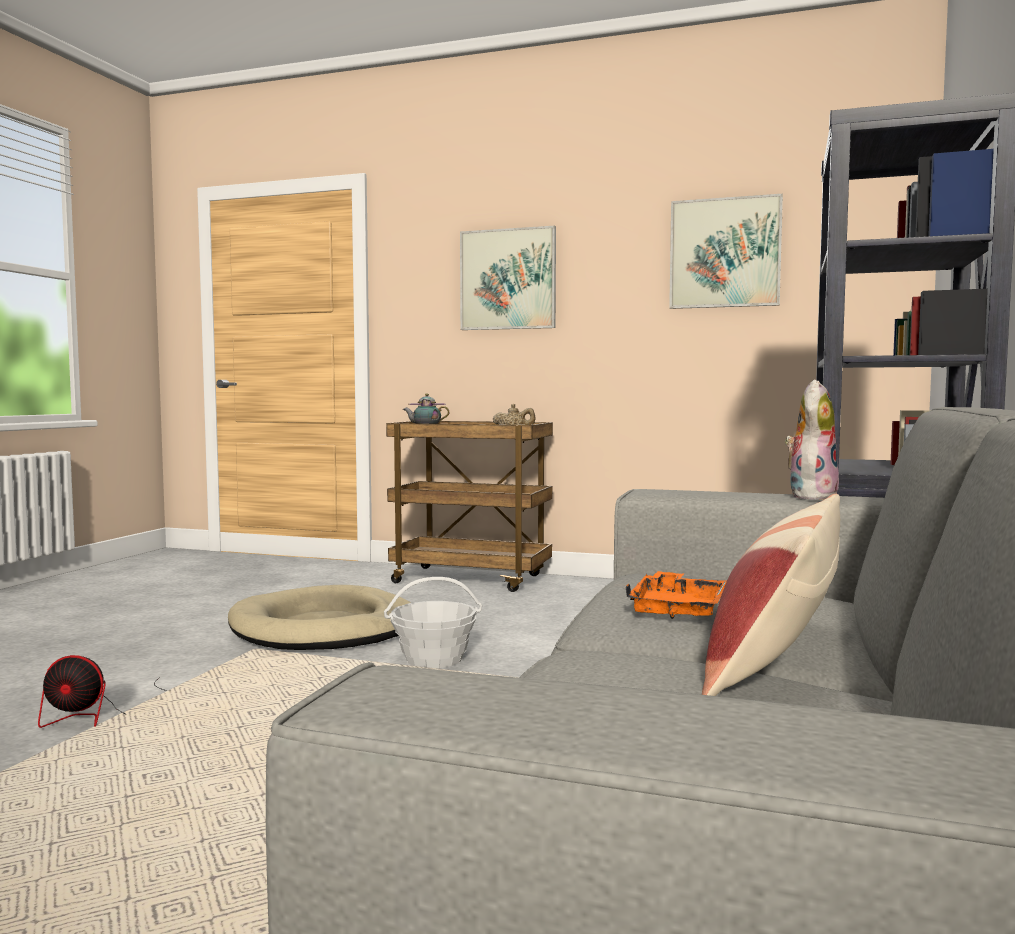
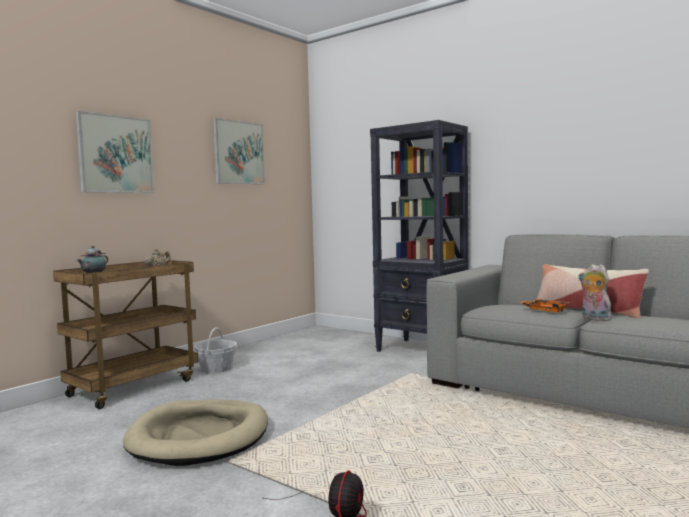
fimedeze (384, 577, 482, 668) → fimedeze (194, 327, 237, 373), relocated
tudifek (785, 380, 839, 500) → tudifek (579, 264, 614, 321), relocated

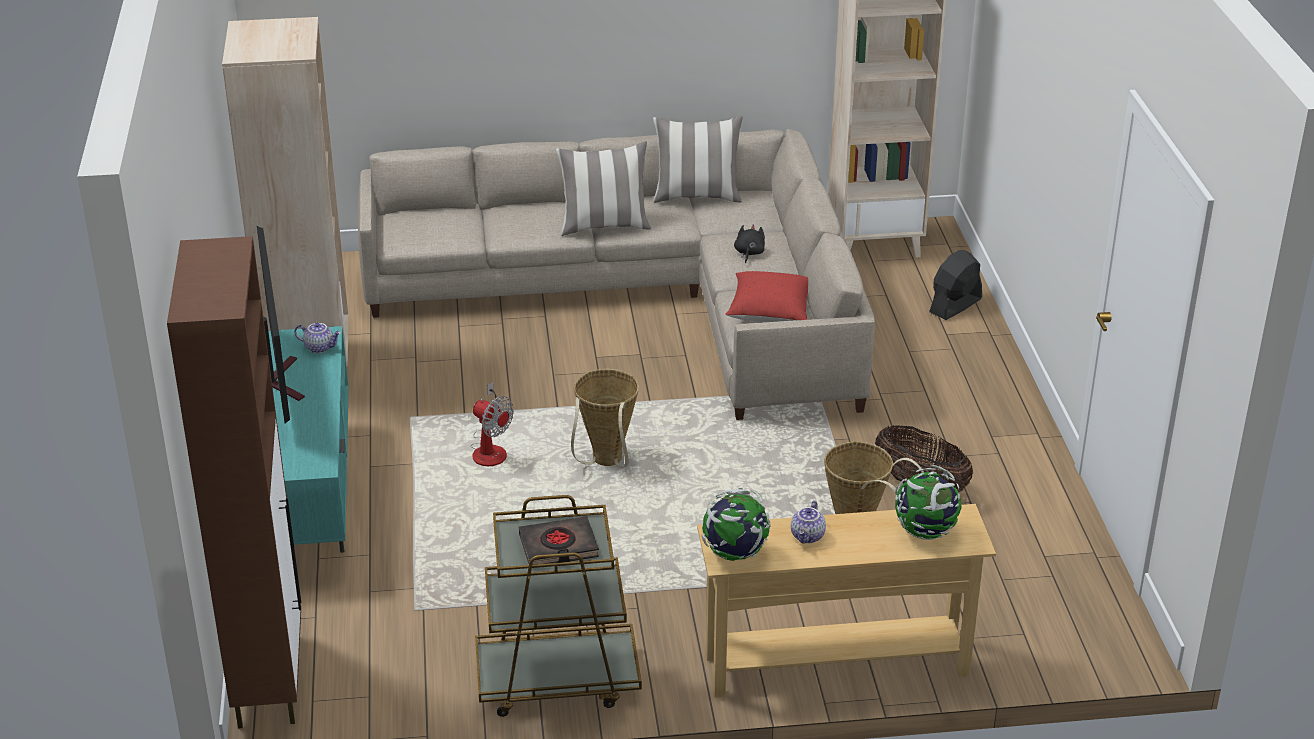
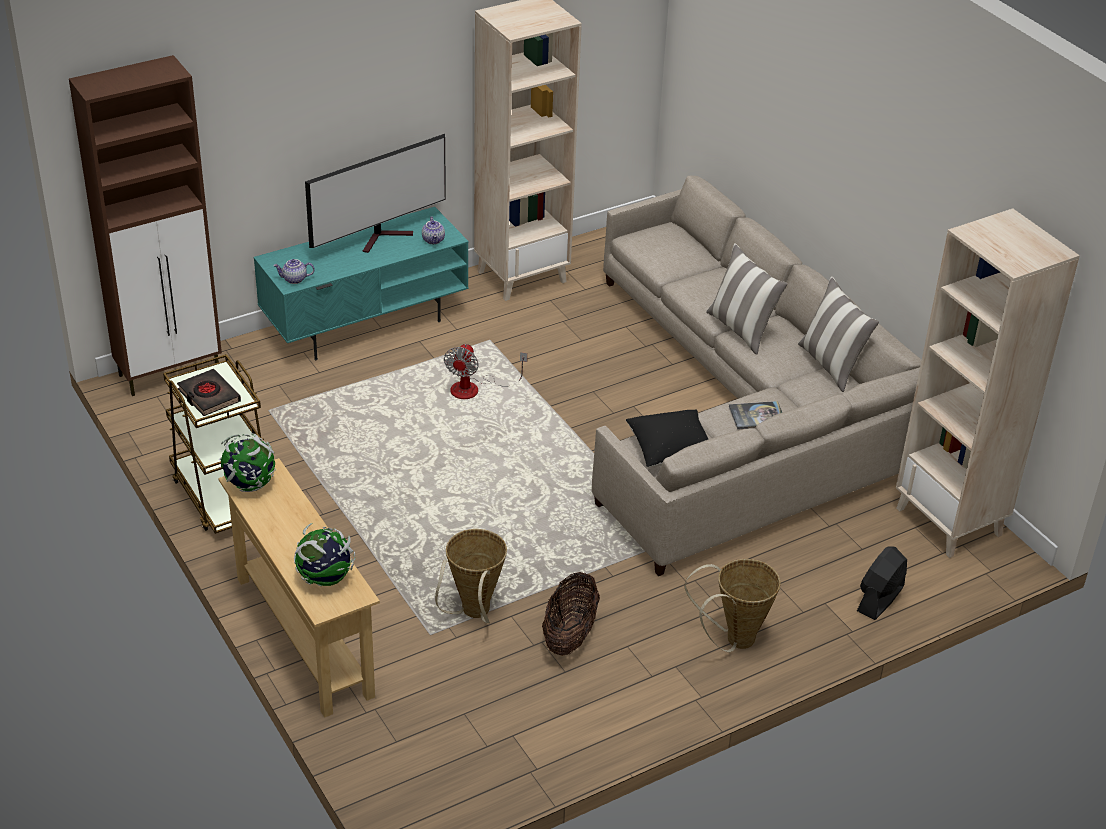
fimedeze (571, 369, 639, 468) → fimedeze (684, 559, 781, 652), relocated
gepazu (791, 501, 826, 544) → gepazu (273, 259, 315, 284), relocated
tudifek (black) (734, 224, 765, 263) → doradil (729, 401, 782, 429)
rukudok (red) (725, 271, 808, 322) → rukudok (black) (626, 409, 708, 467)
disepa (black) (929, 250, 982, 320) → disepa (black) (857, 546, 907, 620), 75 degrees counterclockwise

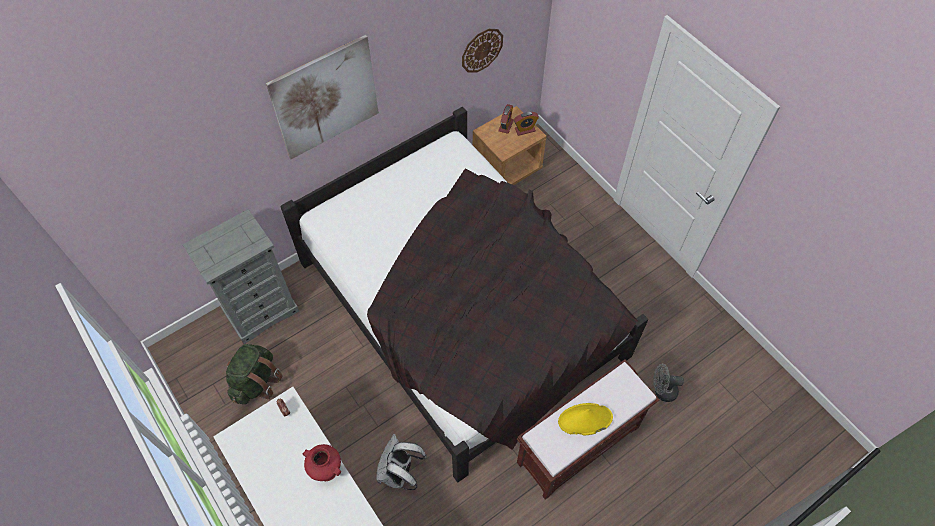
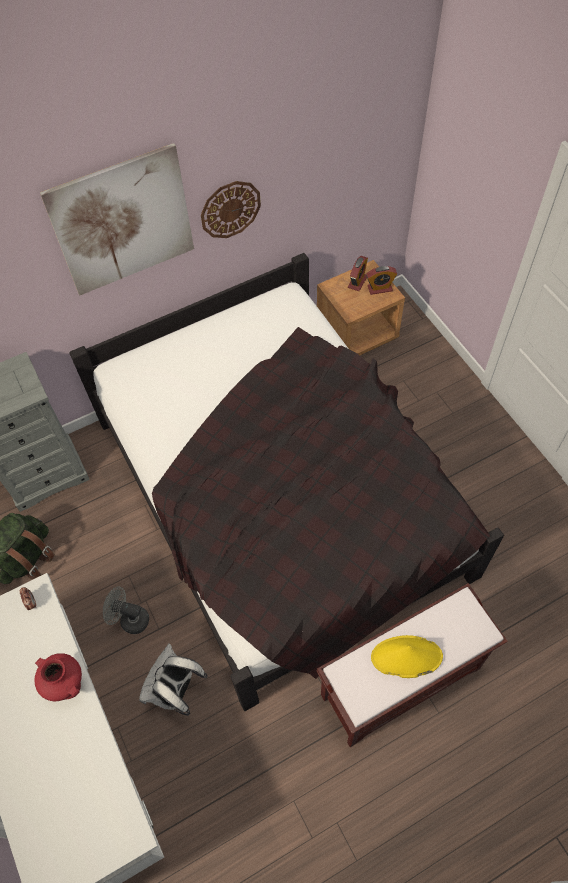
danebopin (462, 29, 503, 73) → danebopin (201, 181, 261, 238), relocated
disepa (grey) (653, 364, 684, 402) → disepa (grey) (103, 586, 149, 634), relocated

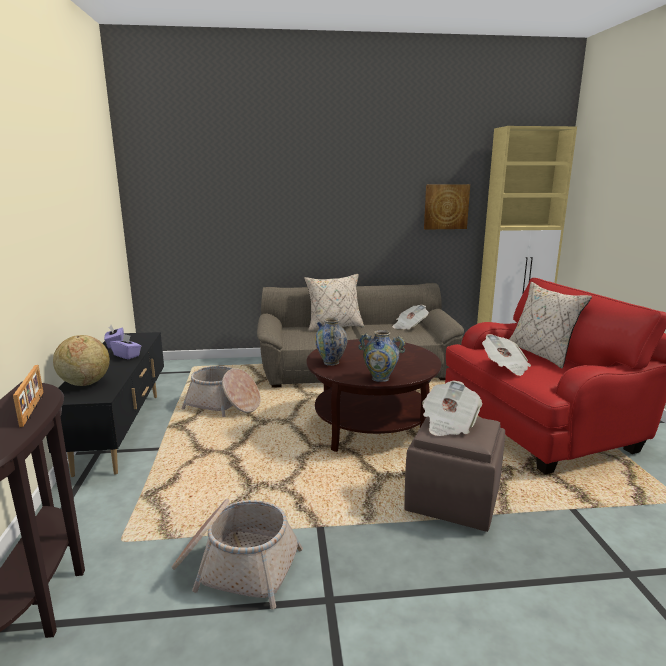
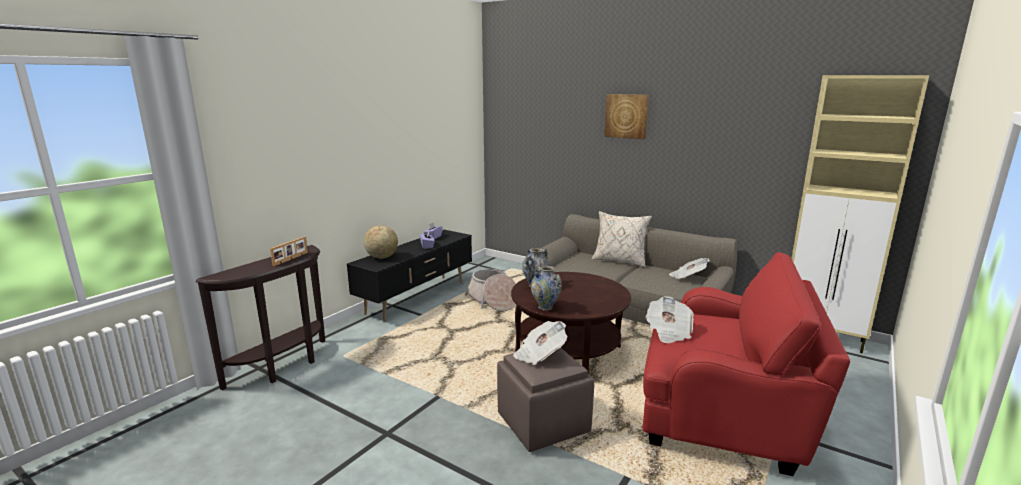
fimedeze (172, 499, 303, 609) → -
rukudok (beige) (508, 282, 592, 369) → -
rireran (424, 184, 470, 230) → rireran (604, 94, 649, 139), relocated

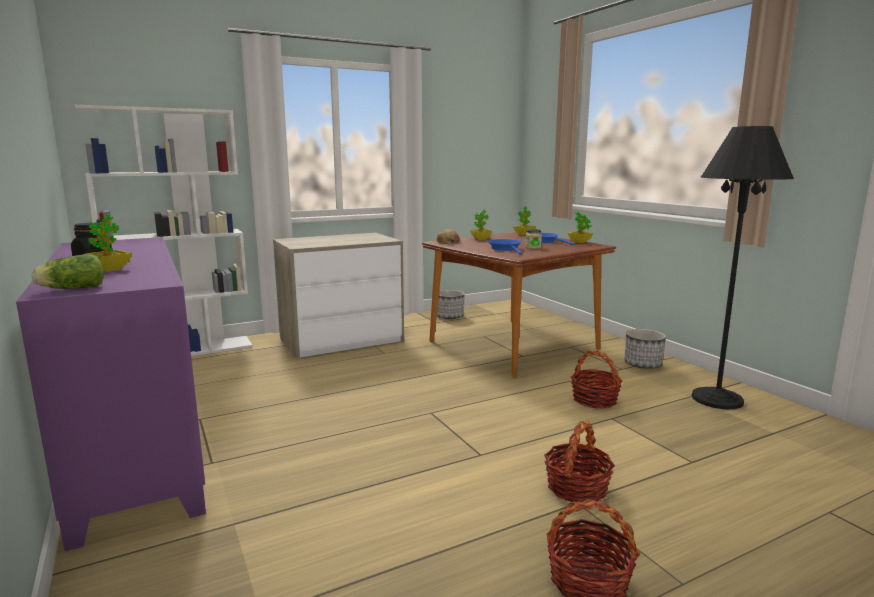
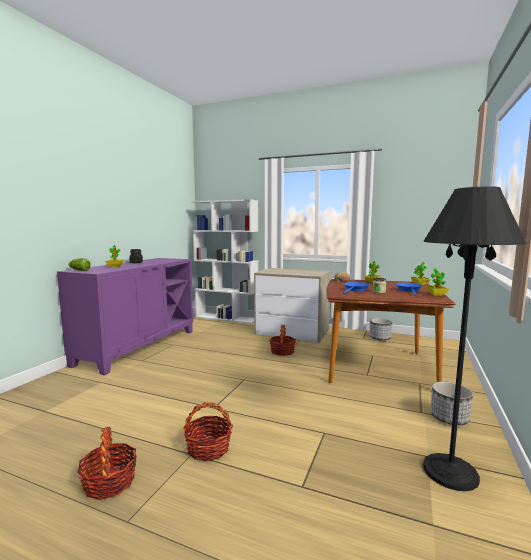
fimedeze (571, 350, 623, 408) → fimedeze (269, 324, 296, 356), relocated

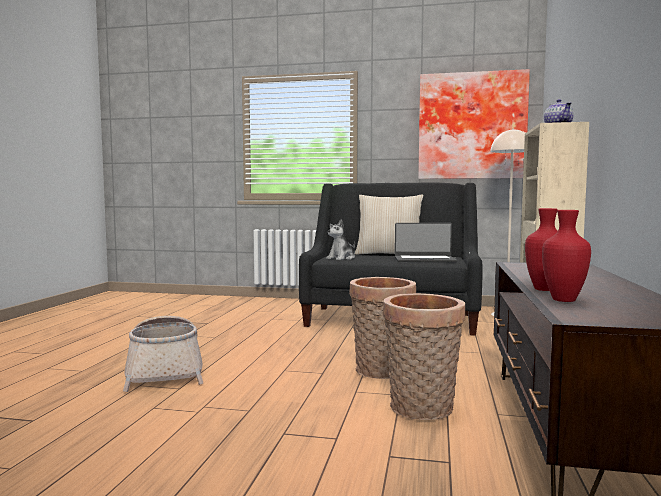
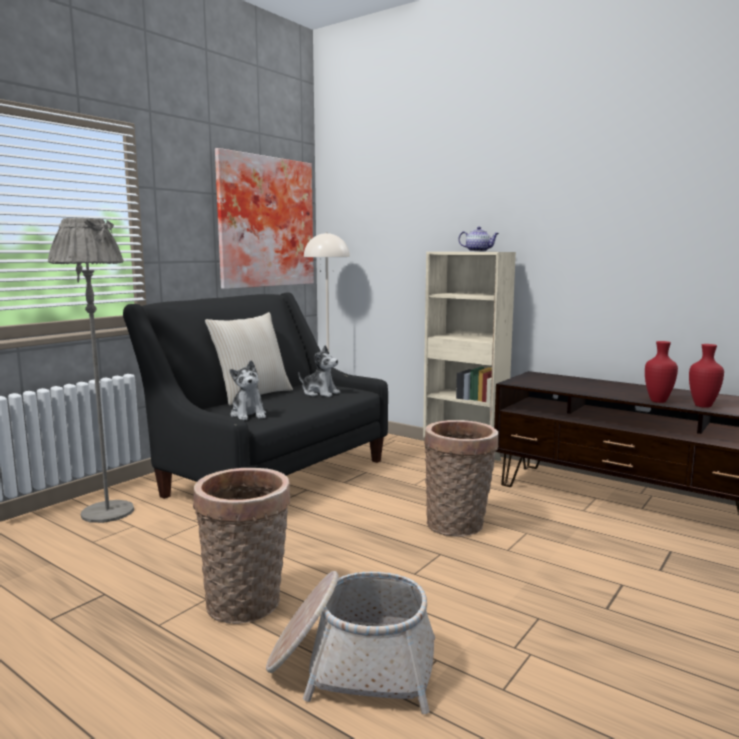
- → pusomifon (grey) (48, 218, 134, 523)
fimedeze (383, 293, 465, 420) → fimedeze (193, 468, 290, 624), relocated
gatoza (395, 223, 458, 262) → tudifek (298, 345, 340, 397)

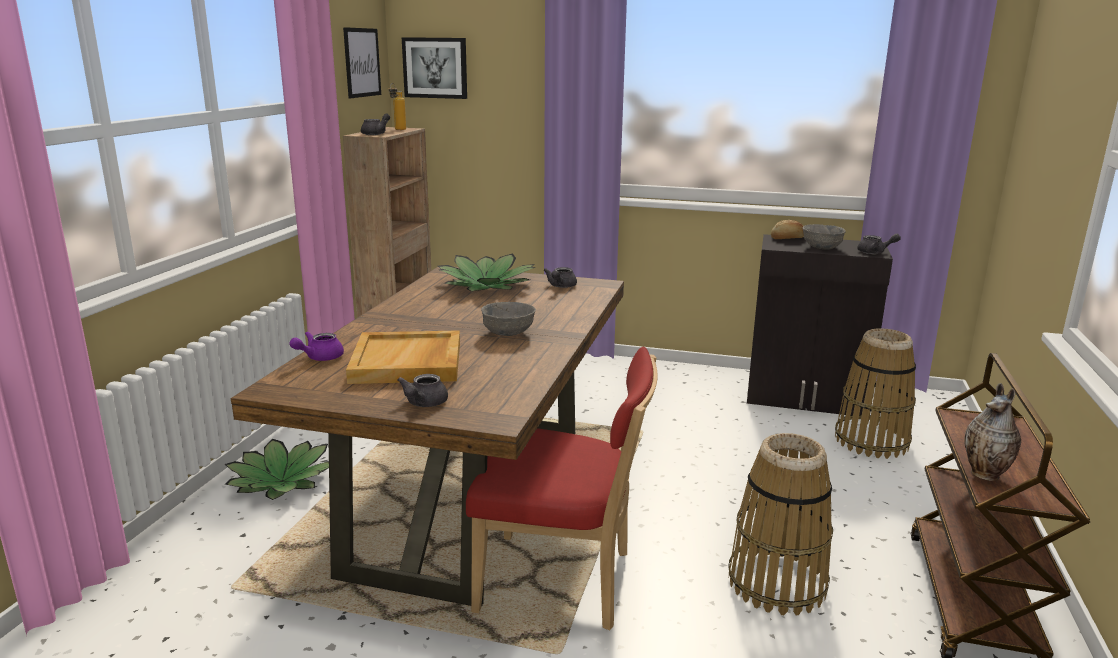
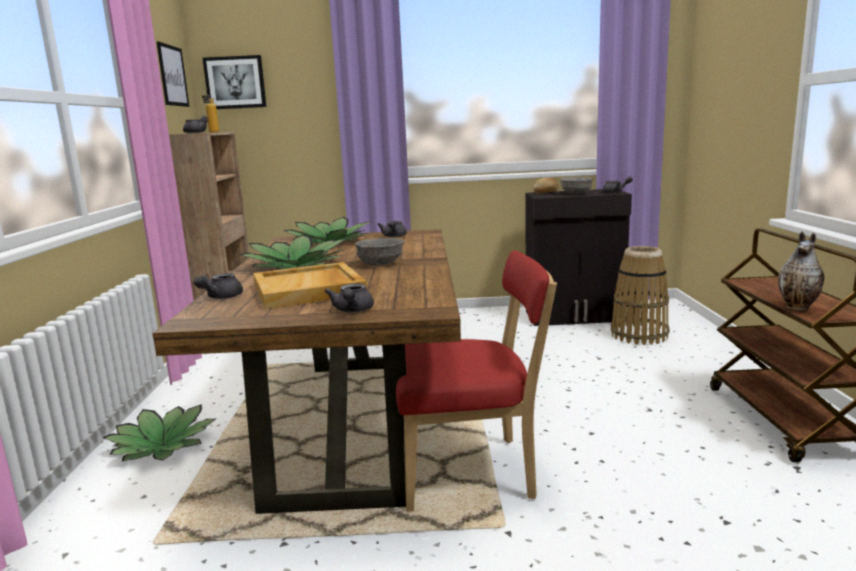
fimedeze (728, 433, 833, 616) → -
- → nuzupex (239, 234, 346, 270)
gepazu (purple) (290, 332, 344, 361) → gepazu (grey) (193, 273, 243, 299)

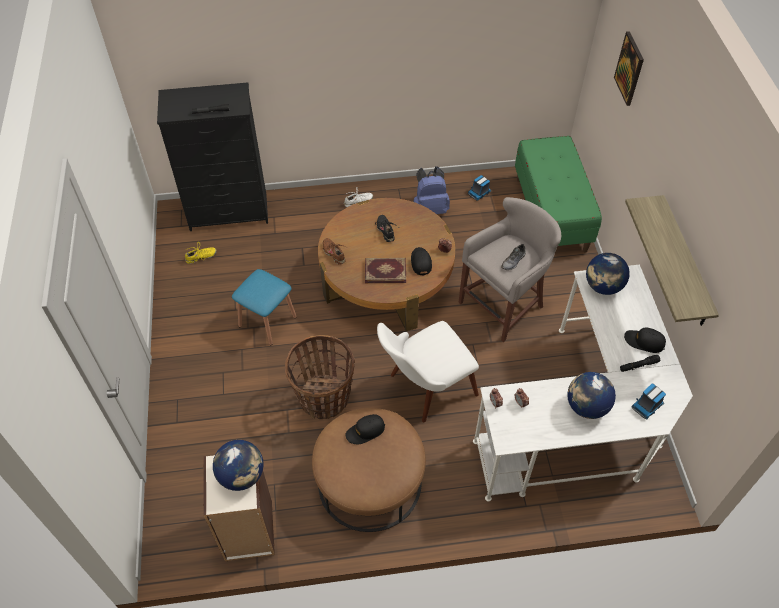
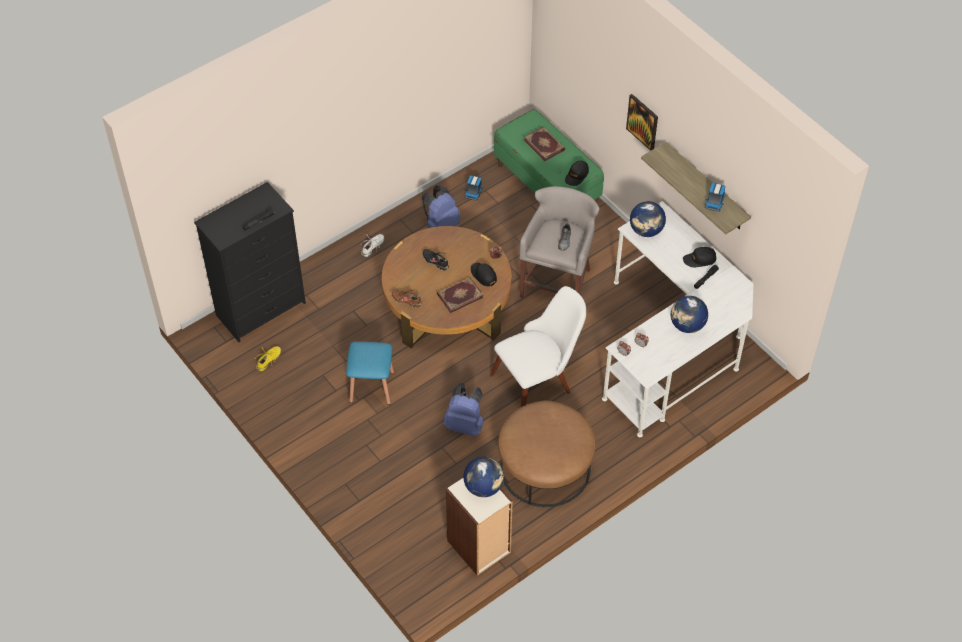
- → doradil (524, 127, 565, 161)
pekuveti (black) (345, 414, 385, 444) → pekuveti (black) (565, 160, 589, 186), relocated
rireran (614, 31, 644, 106) → rireran (626, 94, 658, 151), relocated
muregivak (632, 384, 666, 419) → muregivak (705, 183, 726, 211), relocated
fimedeze (285, 335, 355, 419) → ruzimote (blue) (444, 383, 483, 436)
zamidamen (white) (377, 321, 479, 422) → zamidamen (white) (490, 286, 586, 407), 150 degrees counterclockwise

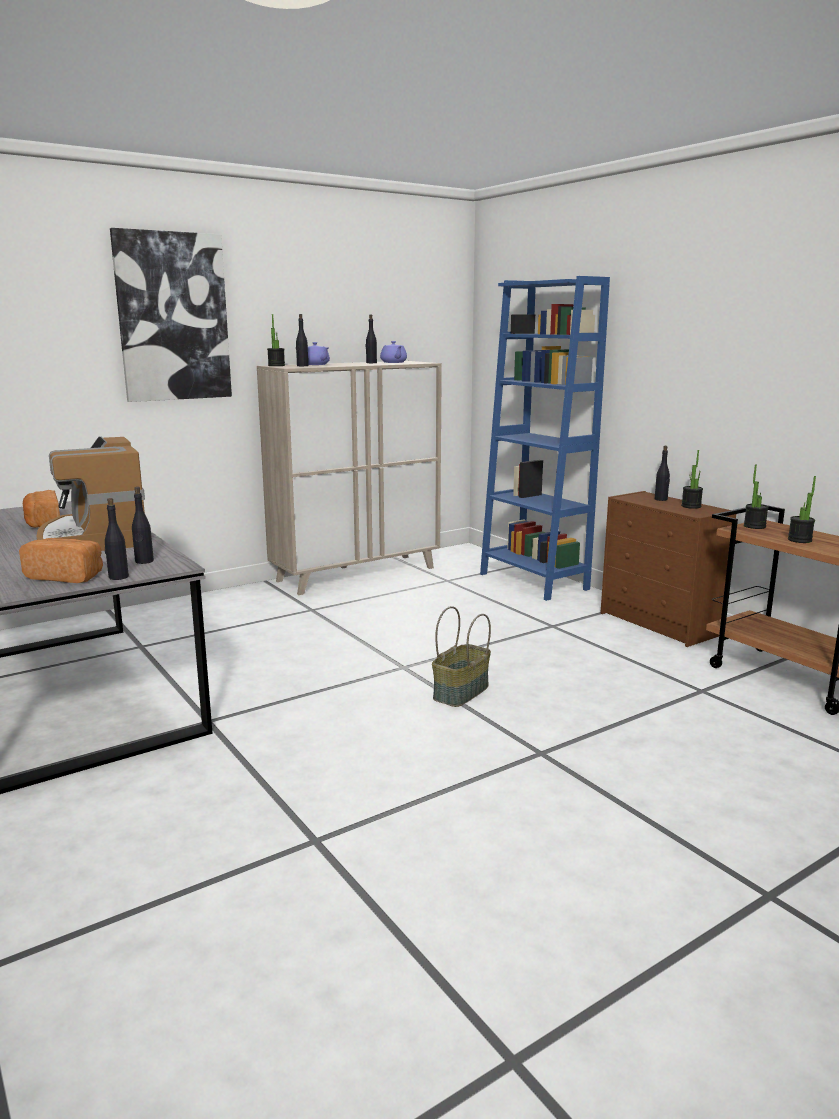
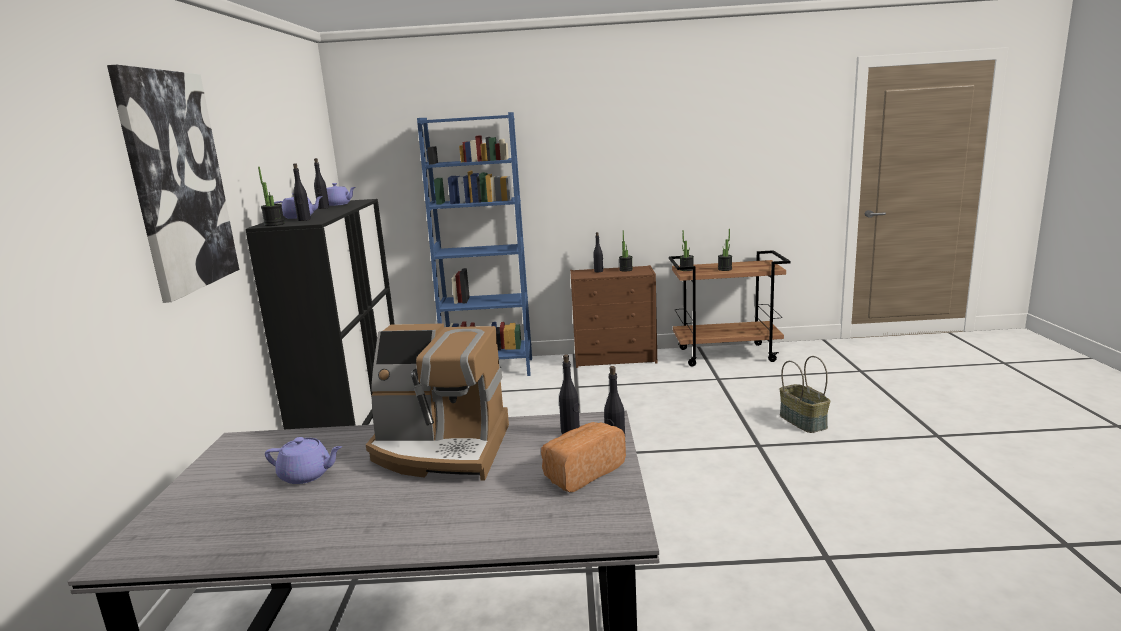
fimedeze (432, 606, 491, 707) → fimedeze (780, 356, 830, 433), relocated
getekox (23, 490, 60, 528) → gepazu (purple) (265, 437, 342, 484)
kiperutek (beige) (257, 361, 442, 595) → kiperutek (black) (246, 199, 395, 429)

